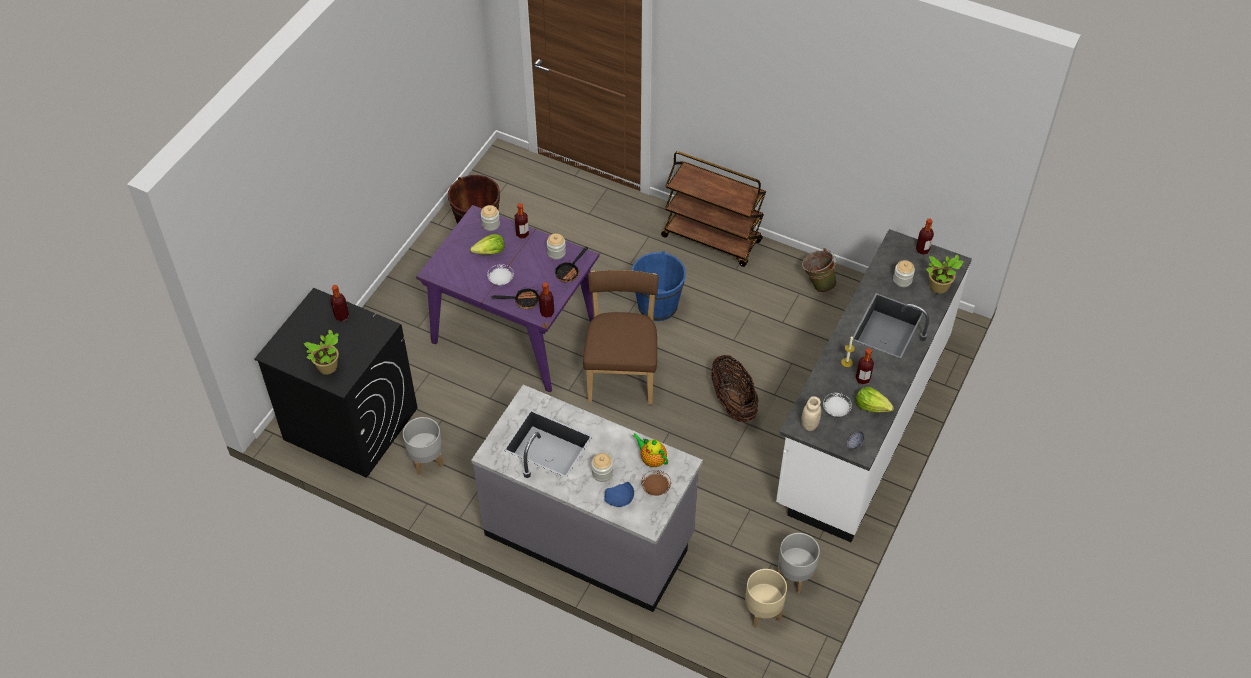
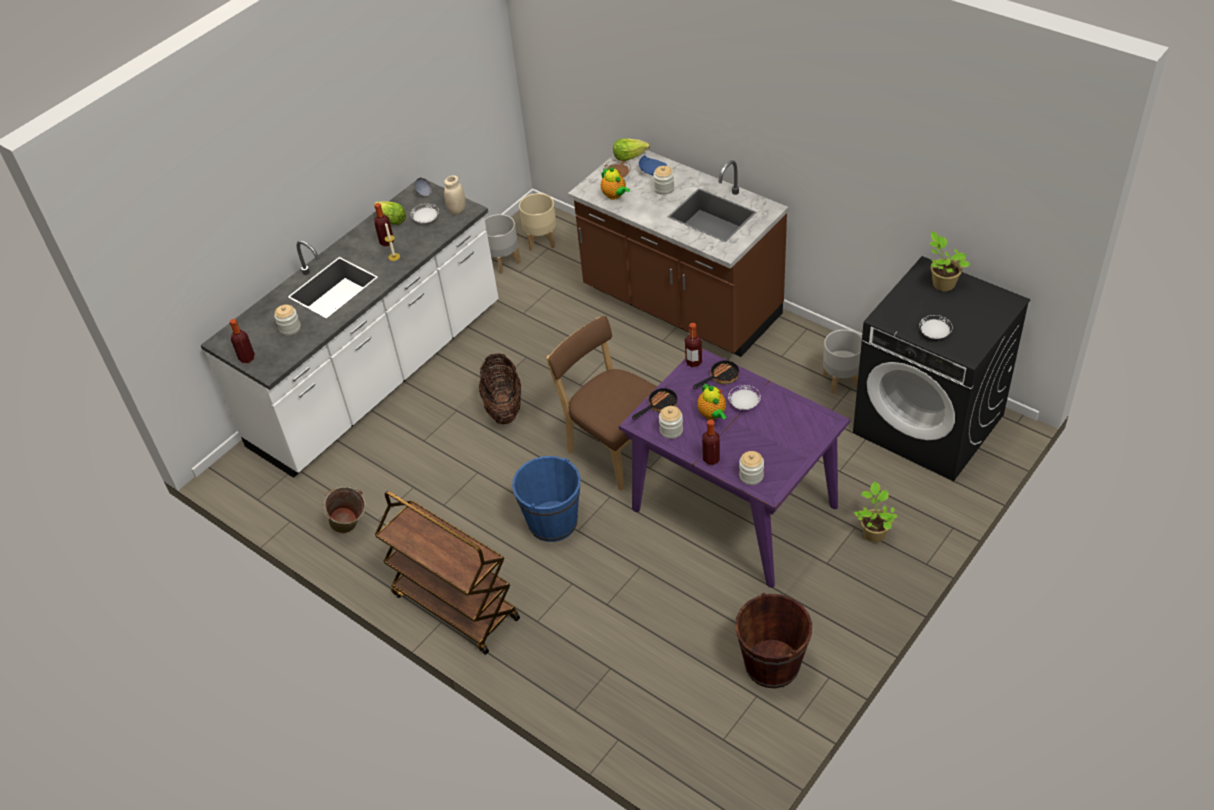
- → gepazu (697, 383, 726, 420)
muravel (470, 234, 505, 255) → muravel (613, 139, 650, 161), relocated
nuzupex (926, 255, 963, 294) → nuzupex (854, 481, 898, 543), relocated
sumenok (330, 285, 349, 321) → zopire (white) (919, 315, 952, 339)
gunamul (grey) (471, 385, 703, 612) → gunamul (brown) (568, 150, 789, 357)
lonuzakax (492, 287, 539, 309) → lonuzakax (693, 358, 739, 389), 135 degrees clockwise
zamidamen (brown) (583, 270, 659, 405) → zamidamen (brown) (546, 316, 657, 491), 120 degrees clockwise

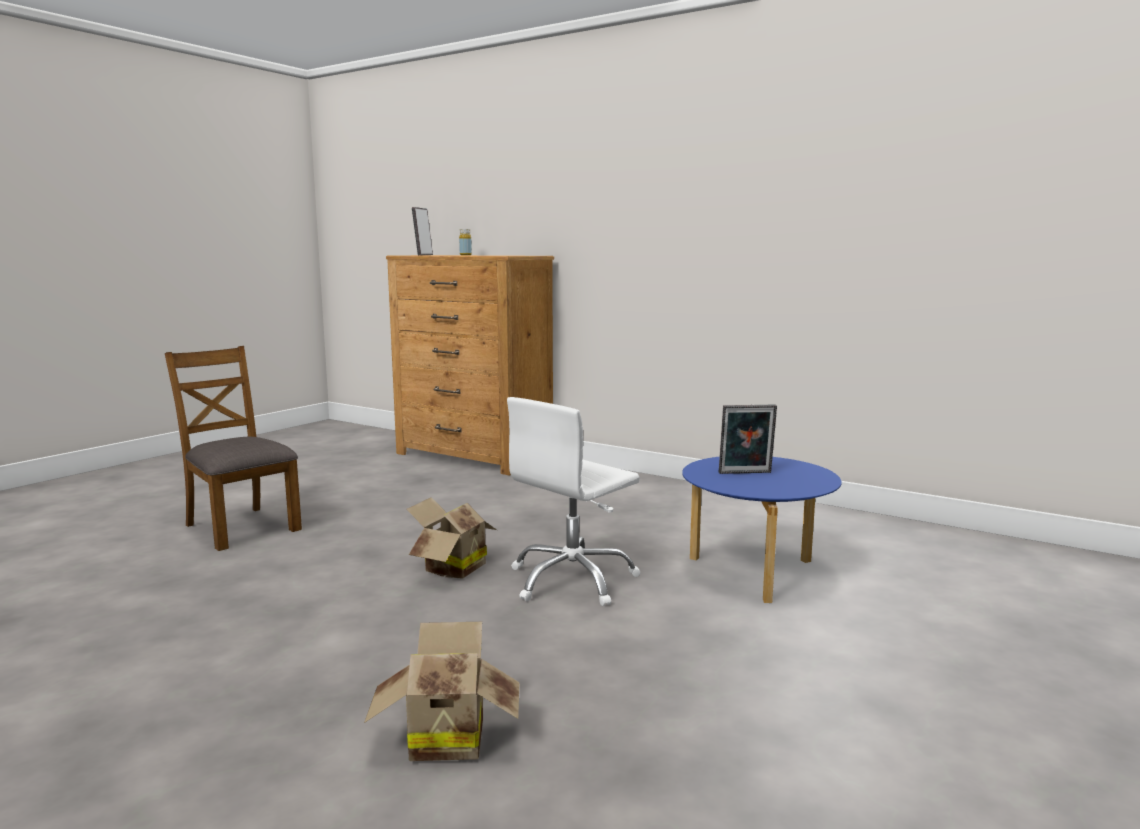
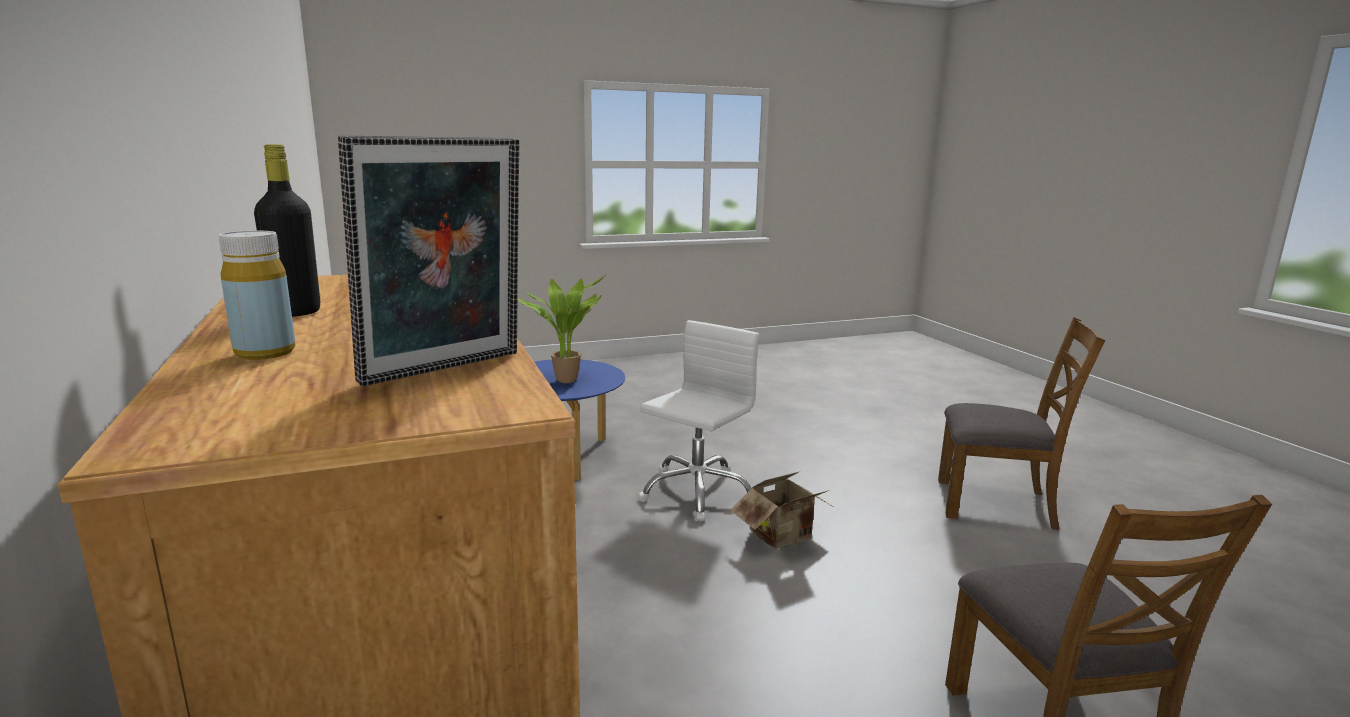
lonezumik (364, 622, 520, 761) → -
- → sumenok (black) (254, 144, 320, 317)
- → zamidamen (brown) (938, 317, 1105, 530)
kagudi (719, 405, 777, 474) → nuzupex (517, 273, 607, 383)
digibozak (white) (507, 397, 640, 606) → digibozak (white) (638, 320, 759, 521), 45 degrees counterclockwise

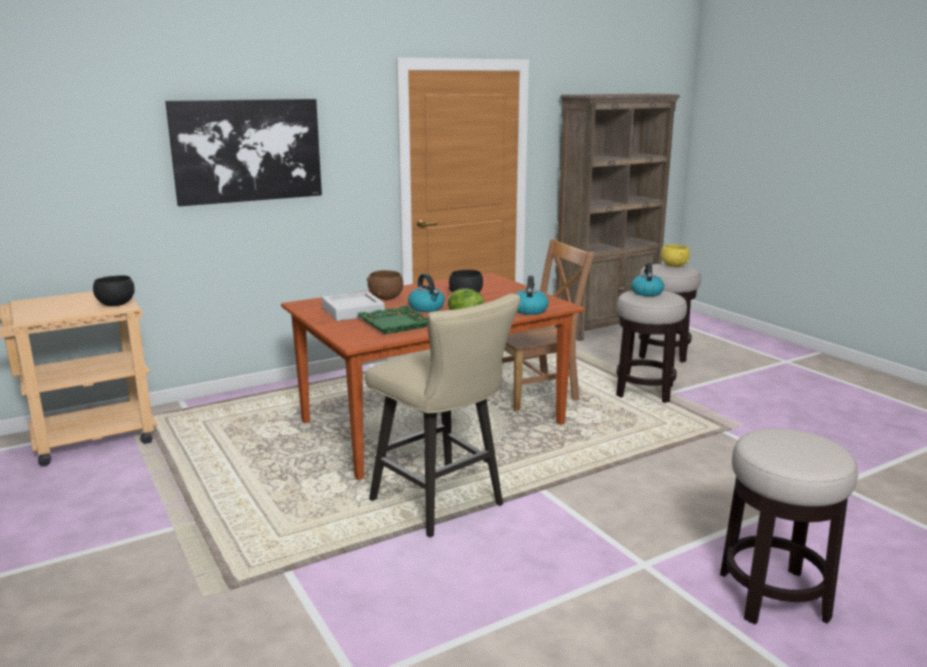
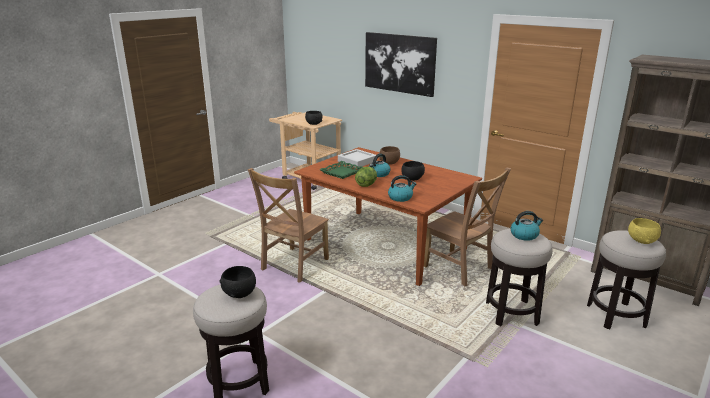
- → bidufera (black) (219, 266, 256, 298)
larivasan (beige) (365, 294, 521, 537) → zamidamen (brown) (248, 168, 329, 283)

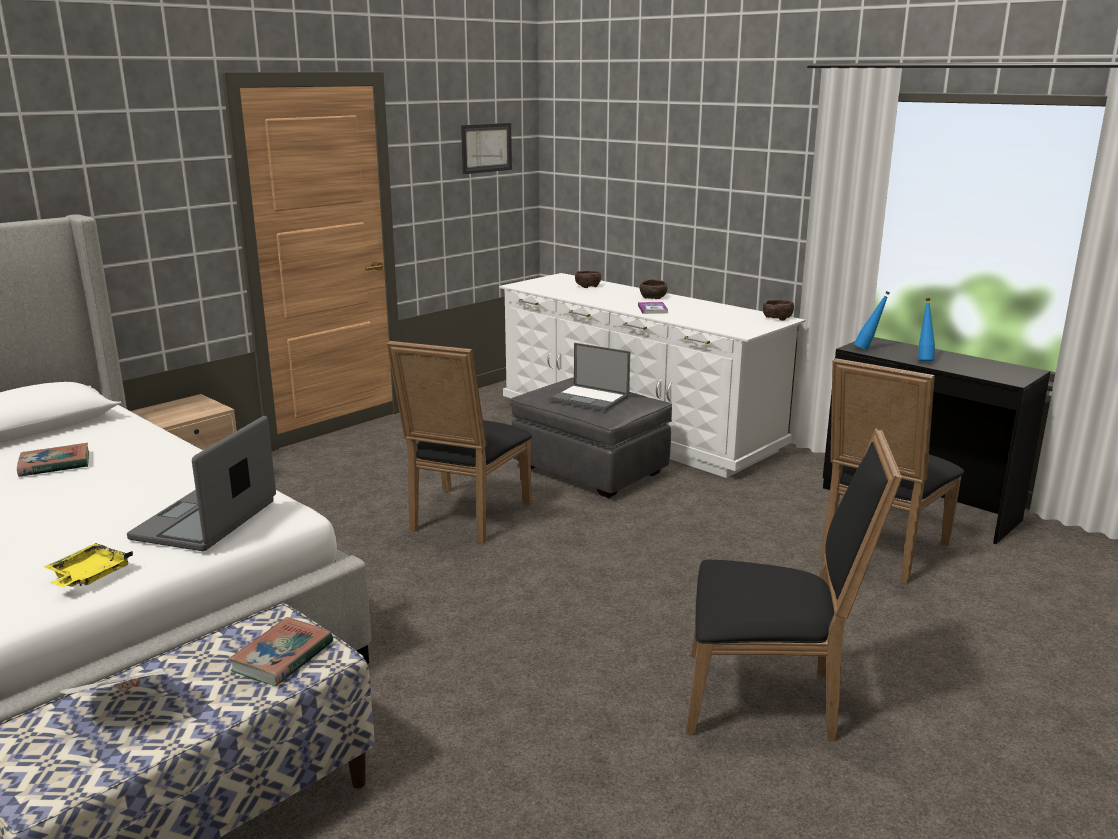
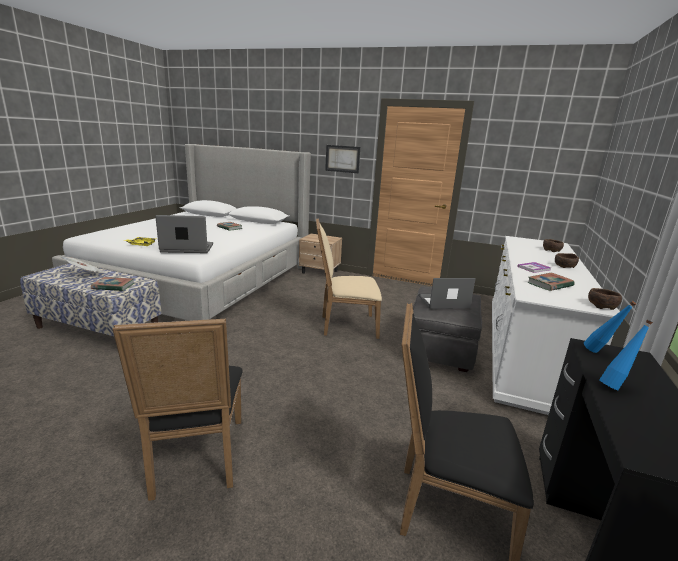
- → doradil (528, 273, 575, 291)
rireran (461, 123, 512, 174) → rireran (325, 145, 360, 173), relocated
zamidamen (black) (387, 341, 532, 543) → zamidamen (beige) (316, 218, 382, 339)
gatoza (549, 343, 630, 411) → gatoza (418, 278, 476, 309), 75 degrees clockwise

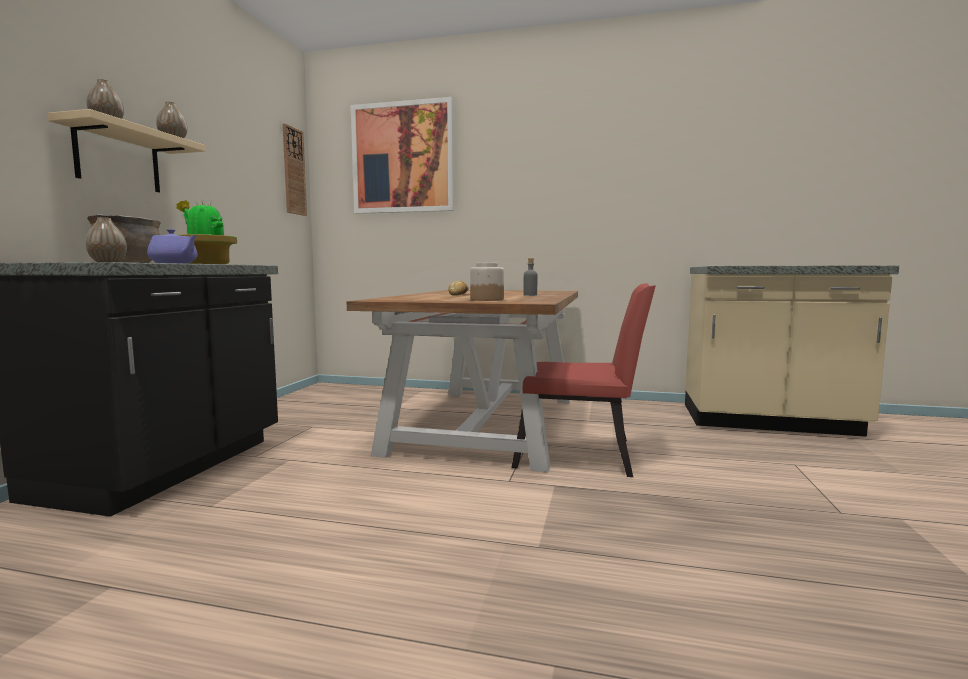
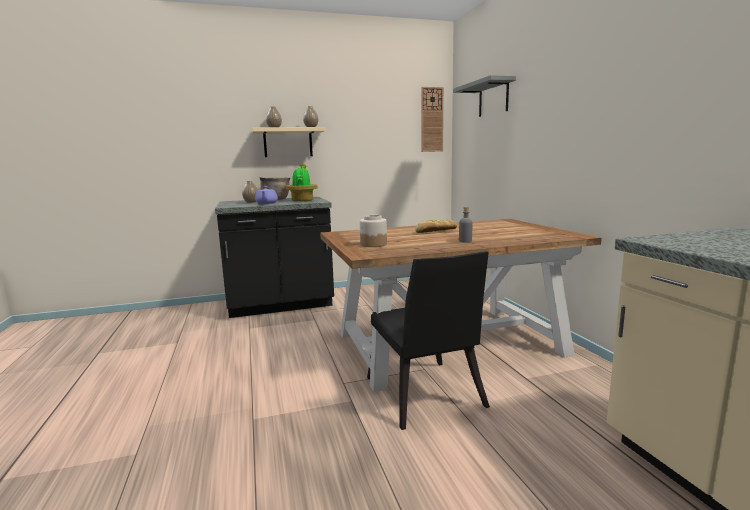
rireran (351, 97, 454, 214) → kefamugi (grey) (453, 75, 516, 117)
zamidamen (red) (511, 283, 656, 477) → zamidamen (black) (367, 251, 490, 430)

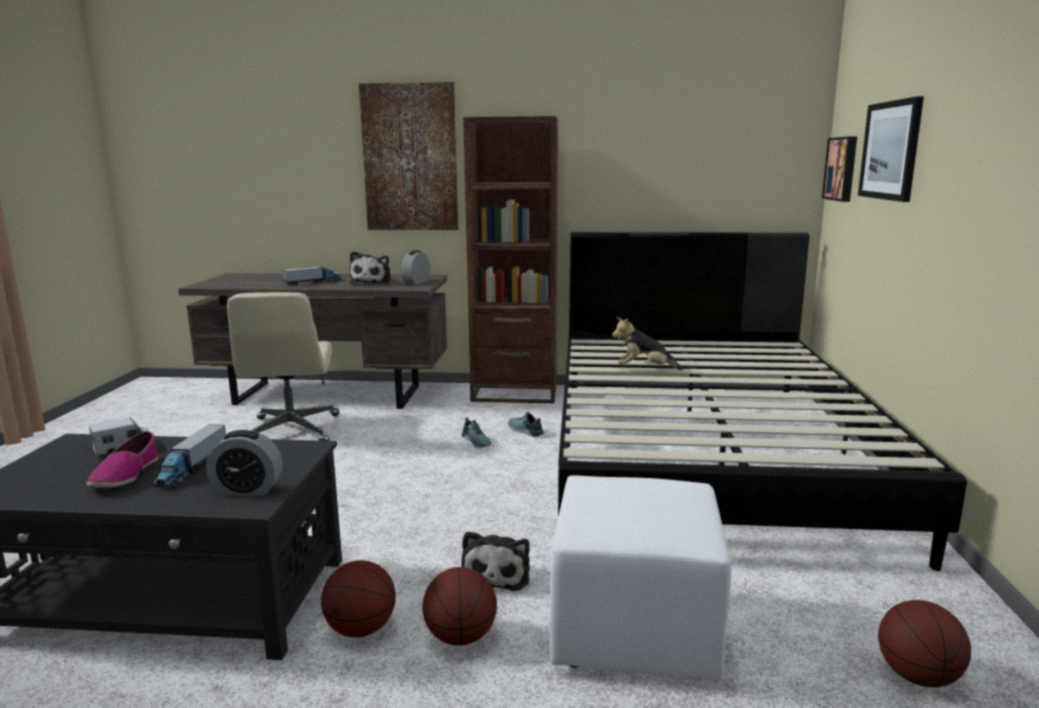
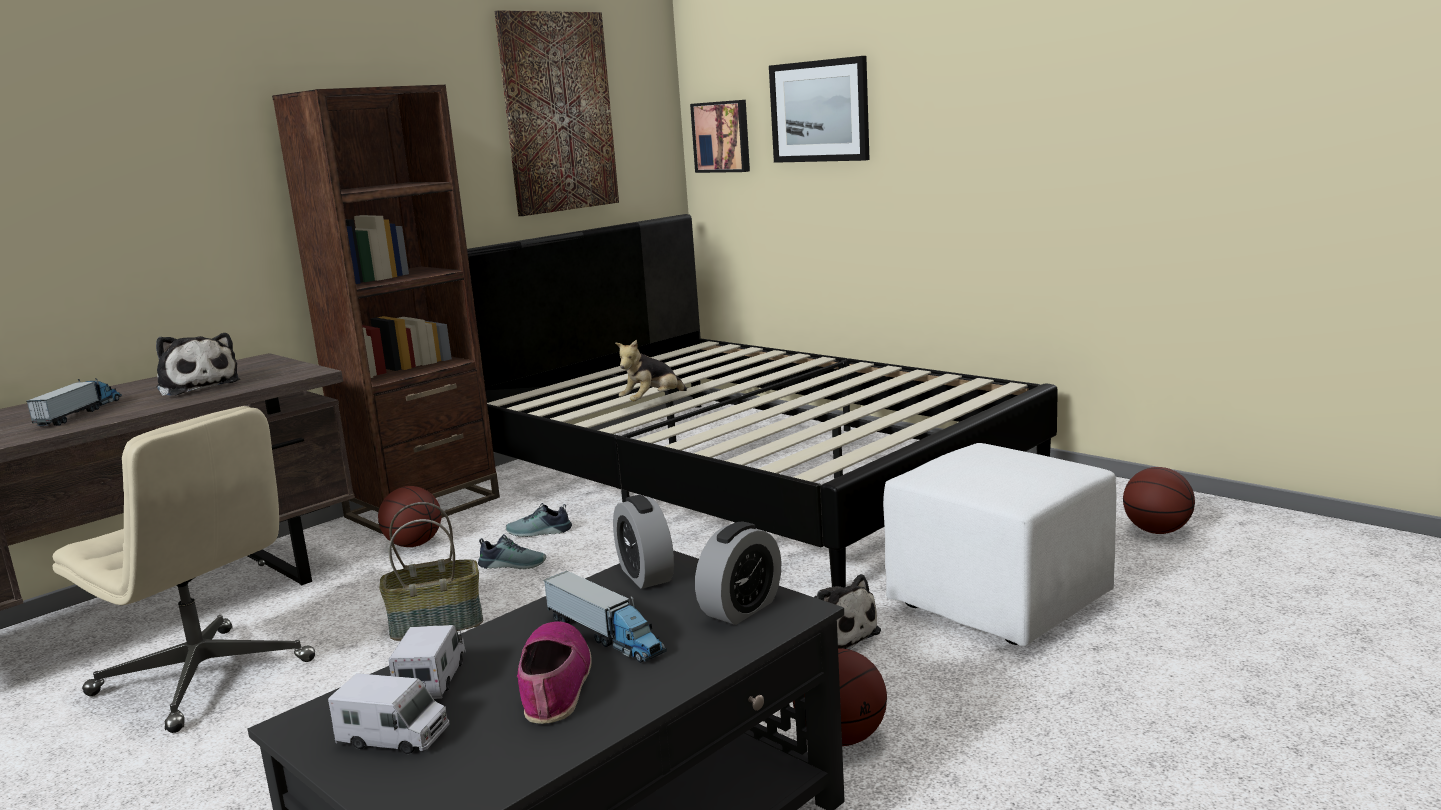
- → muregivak (328, 673, 449, 754)
- → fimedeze (380, 502, 483, 641)
rireran (359, 82, 459, 230) → rireran (495, 10, 619, 216), relocated
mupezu (401, 250, 430, 285) → mupezu (613, 495, 674, 589), relocated
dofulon (422, 567, 497, 646) → dofulon (378, 486, 441, 547), relocated
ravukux (87, 431, 159, 488) → ravukux (517, 621, 592, 724), 135 degrees counterclockwise

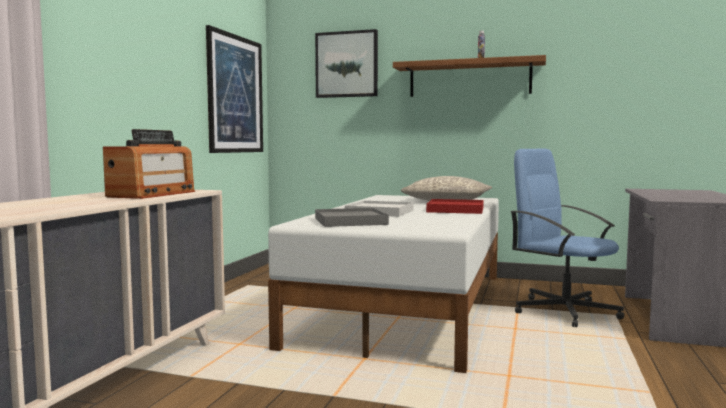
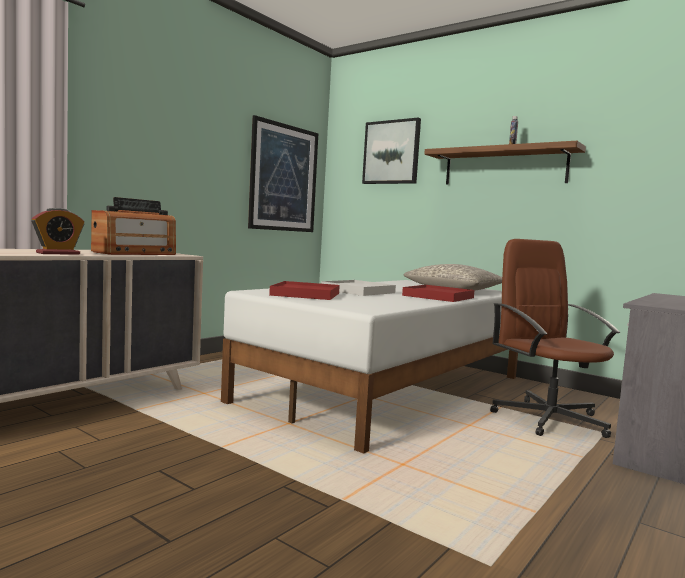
- → mupezu (32, 208, 84, 255)
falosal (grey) (315, 208, 389, 227) → falosal (red) (269, 281, 340, 300)
digibozak (blue) (510, 149, 625, 327) → digibozak (brown) (490, 239, 620, 438)

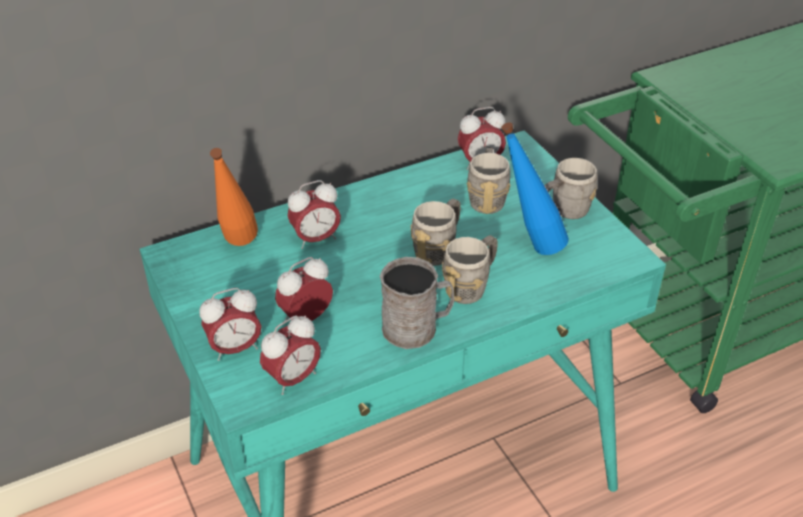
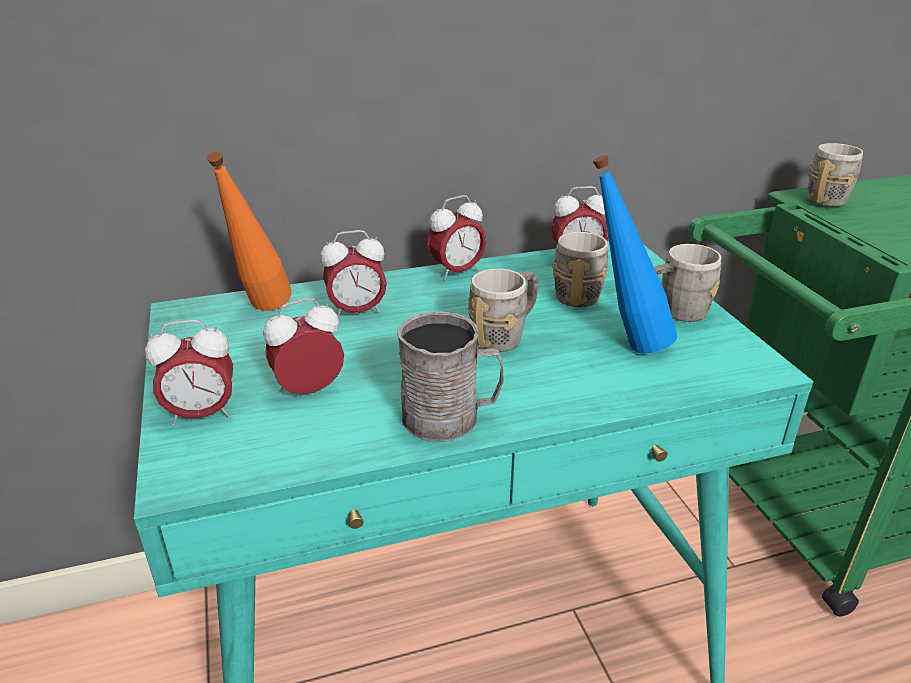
mupezu (260, 315, 321, 395) → mupezu (427, 195, 486, 281), relocated
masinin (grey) (442, 235, 498, 304) → masinin (grey) (808, 143, 863, 206), relocated

